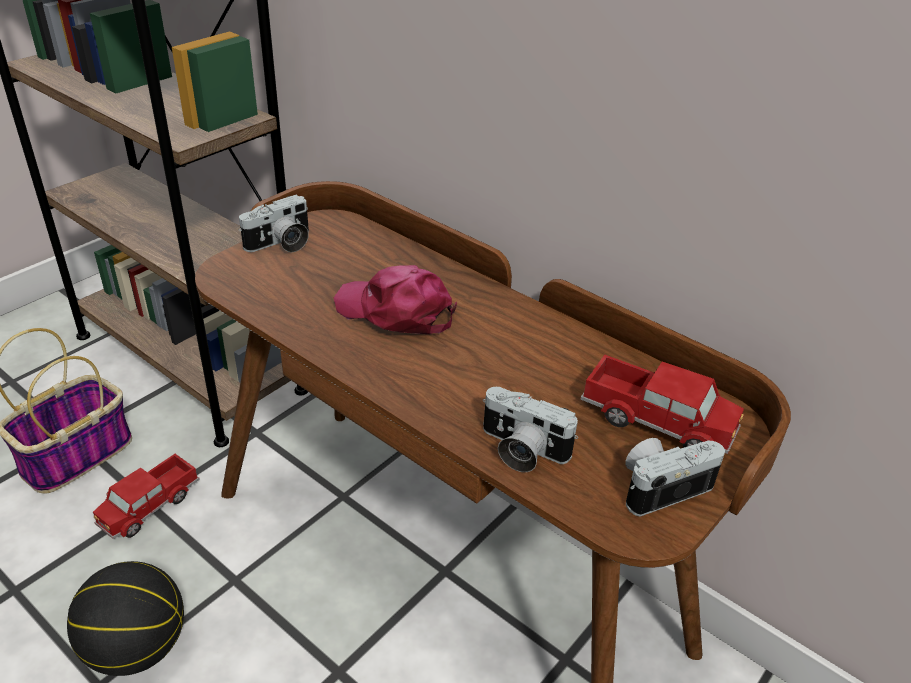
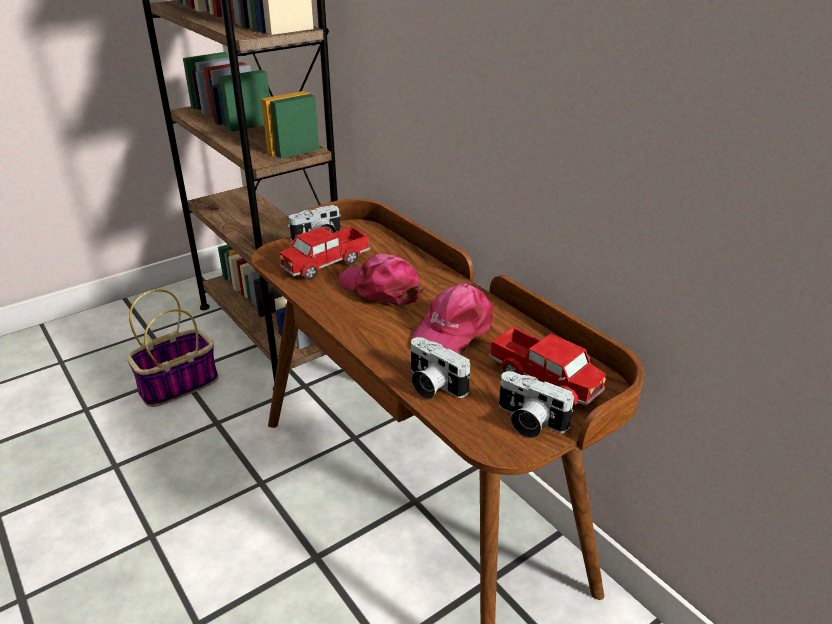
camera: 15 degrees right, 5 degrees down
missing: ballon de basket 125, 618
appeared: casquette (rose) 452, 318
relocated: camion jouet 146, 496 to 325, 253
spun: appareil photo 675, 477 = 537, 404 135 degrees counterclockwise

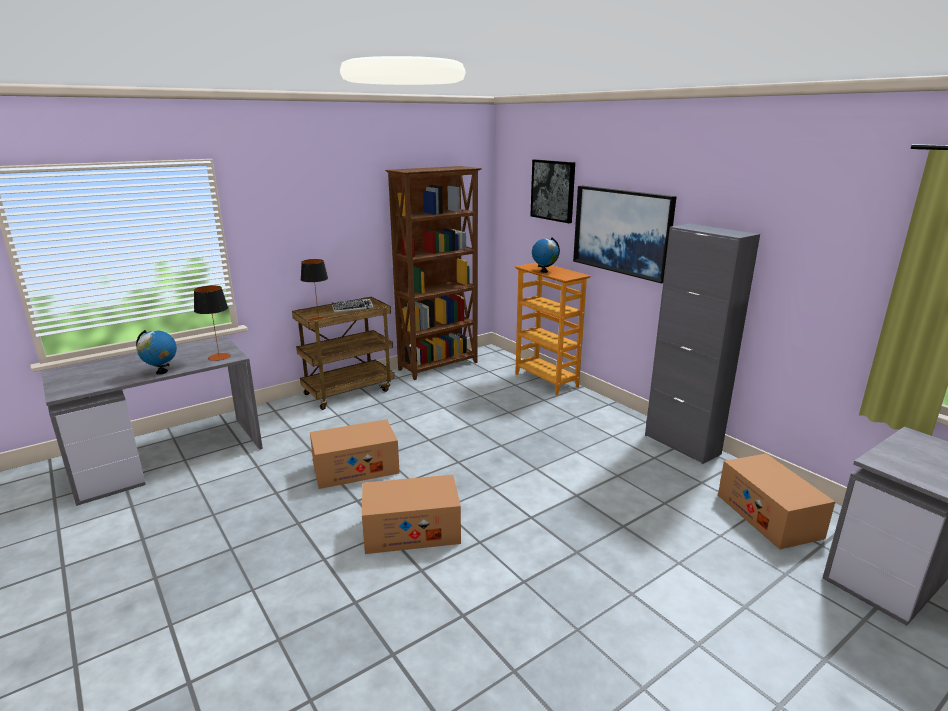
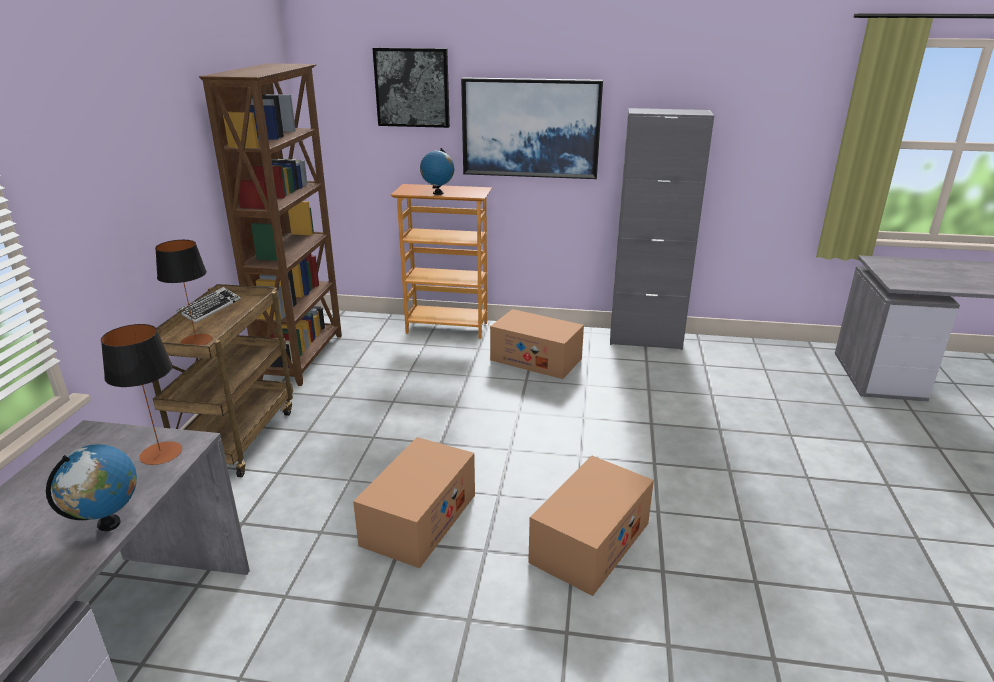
camera: 45 degrees left, 5 degrees up
relocated: carton 776, 502 to 537, 344

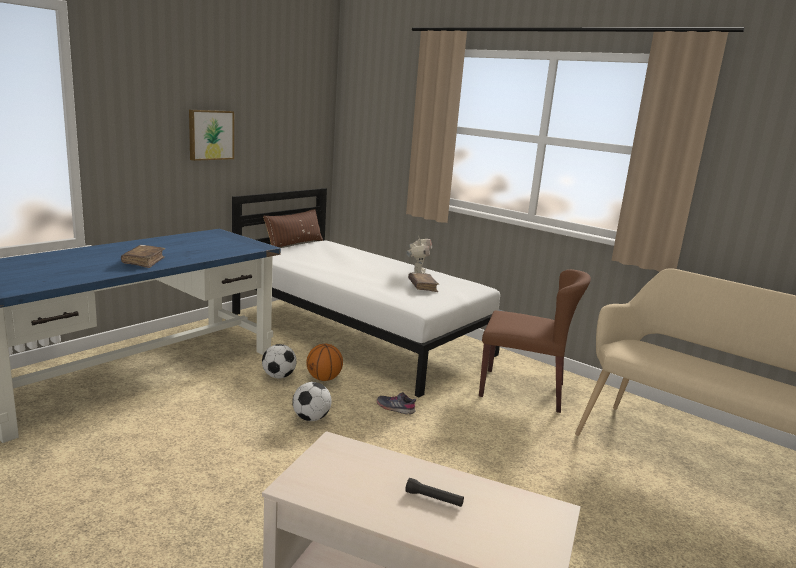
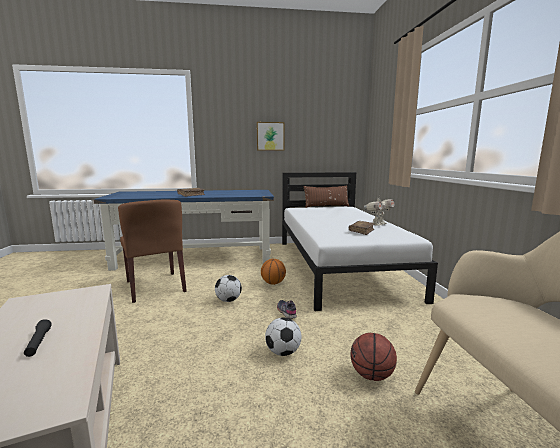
camera: 45 degrees right, 5 degrees down
appeared: ballon de basket 374, 357
relocated: chaise (marron) 535, 341 to 152, 251; ballon de foot 279, 361 to 283, 336

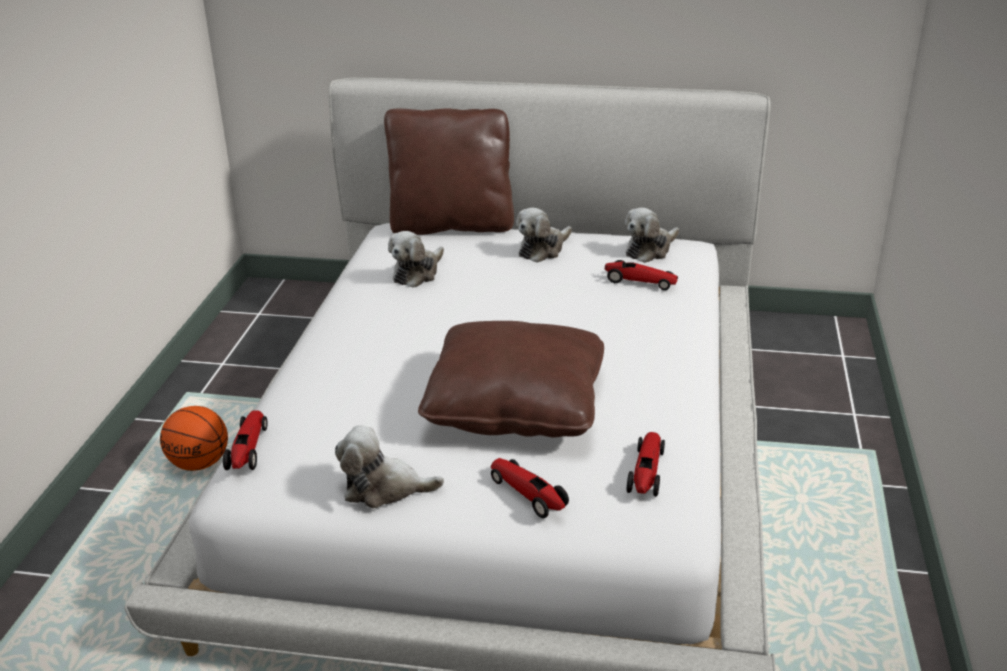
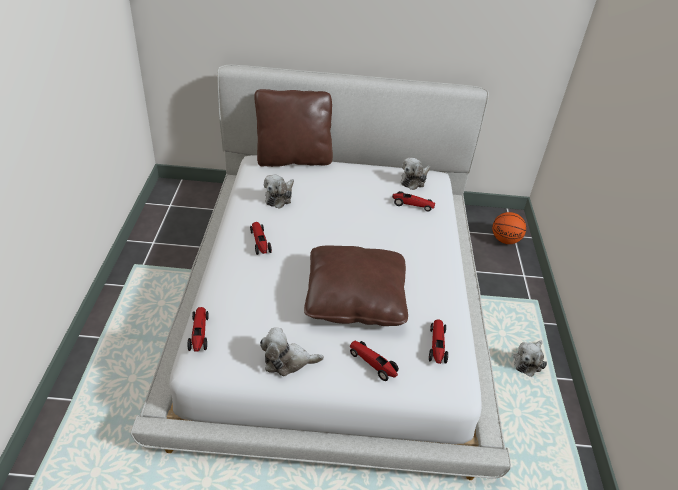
camera: 10 degrees left, 10 degrees up
appeared: petite voiture 261, 238
relocated: ballon de basket 194, 438 to 509, 228; peluche 544, 235 to 530, 359

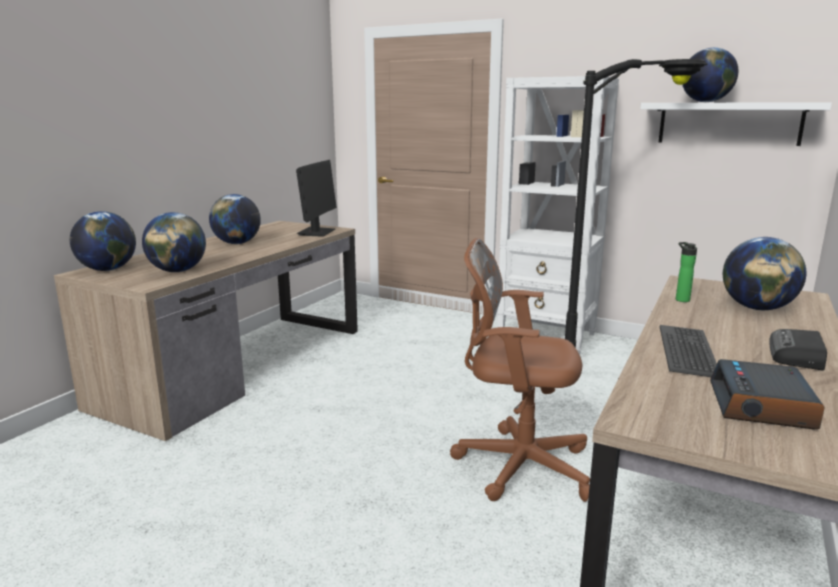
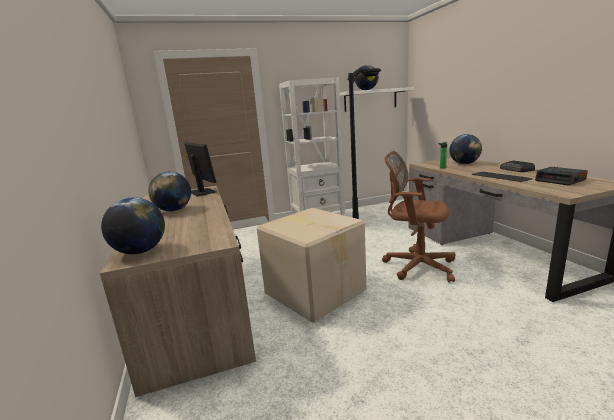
camera: 45 degrees left, 0 degrees up
missing: globe 174, 242
appeared: carton 312, 265
spun: chaise de bureau (marron) 520, 370 = 419, 216 60 degrees clockwise

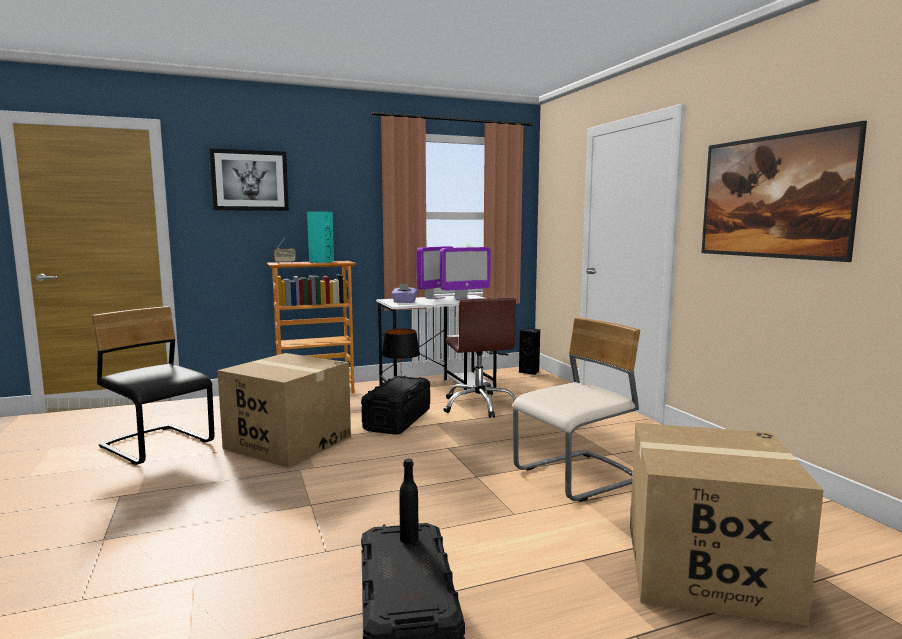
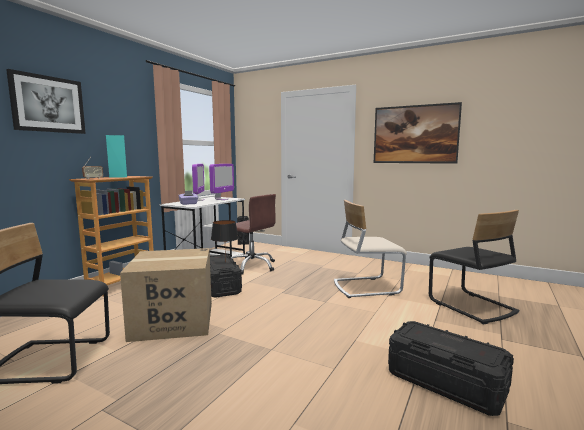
camera: 40 degrees left, 0 degrees up
missing: bouteille (noir) 409, 501
exchanged: carton 727, 524 to chaise (noir) 474, 267
spun: chaise (beige) 576, 409 = 370, 249 120 degrees counterclockwise

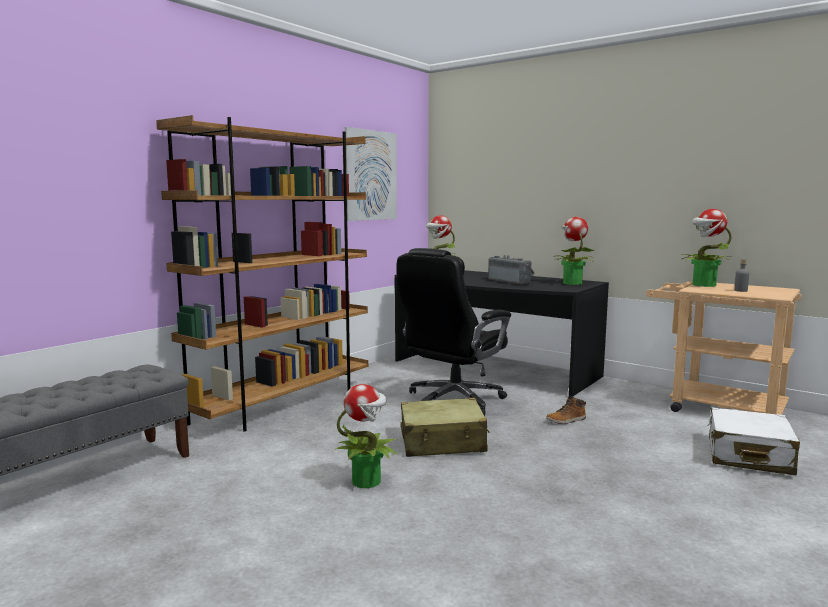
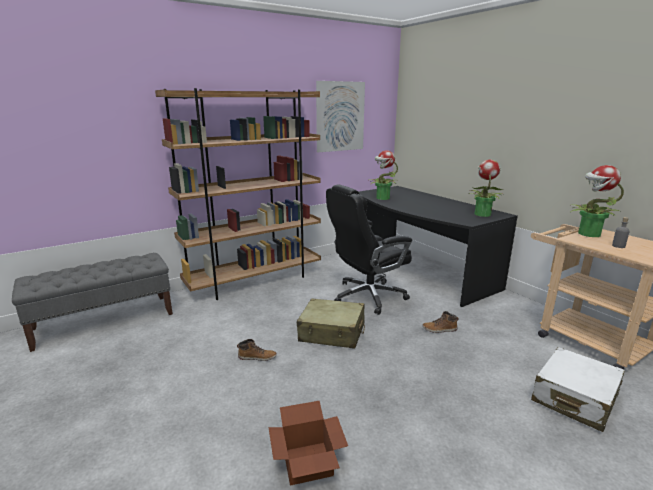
camera: 20 degrees right, 10 degrees up
missing: radio 511, 270
appeared: carton 308, 443
exchanged: plante en pot 366, 436 to botte 257, 350

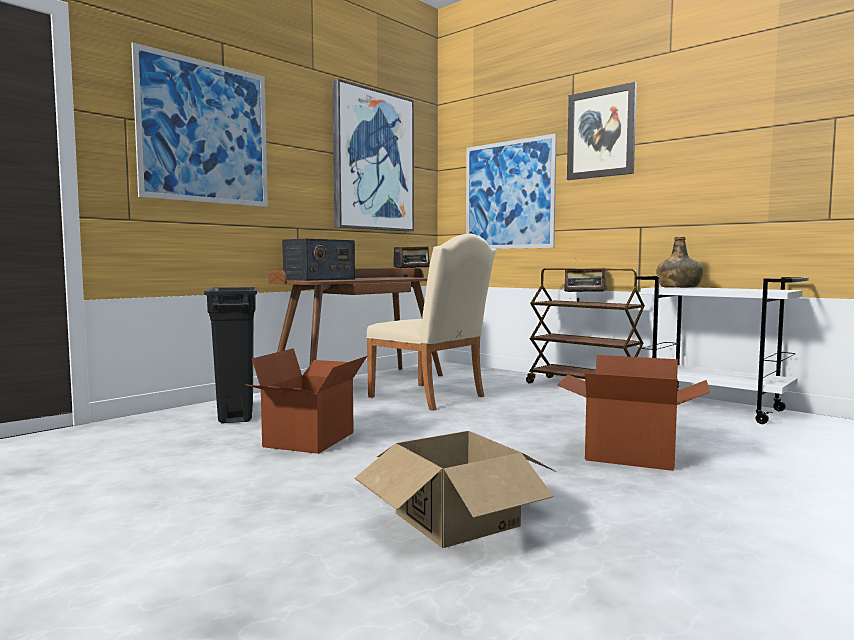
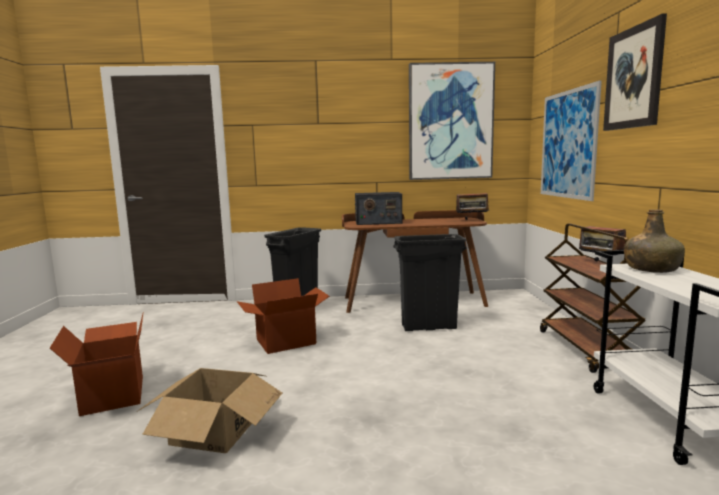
camera: 45 degrees right, 5 degrees up
missing: tableau 199, 124
relocated: carton 633, 413 to 96, 365
exchanged: chaise (beige) 431, 322 to poubelle (noir) 430, 282

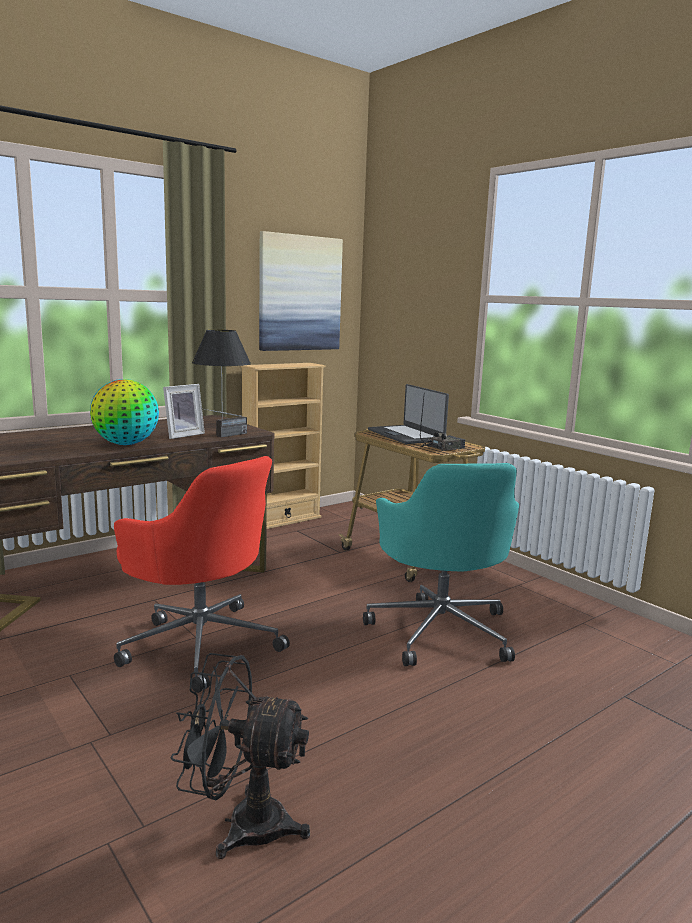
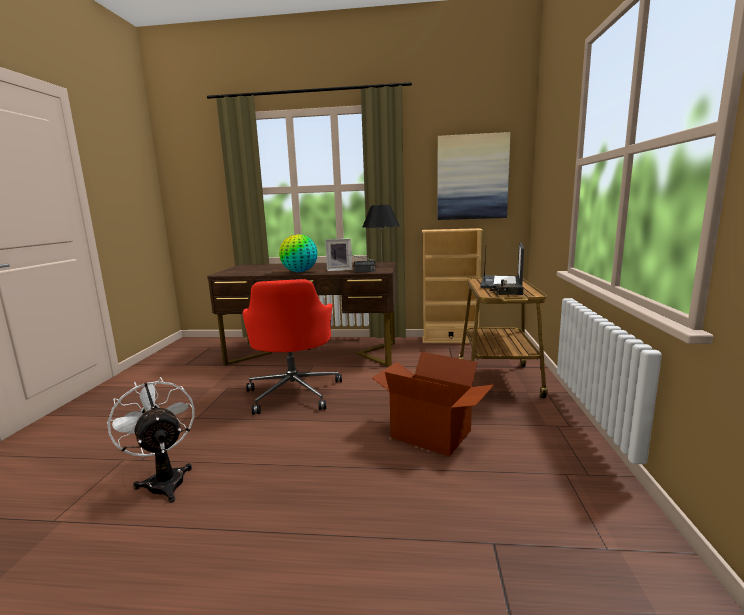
camera: 45 degrees right, 0 degrees up
exchanged: chaise de bureau (turquoise) 441, 564 to carton 433, 404
colour: ventilateur (noir) 240, 756 to ventilateur (blanc) 150, 440

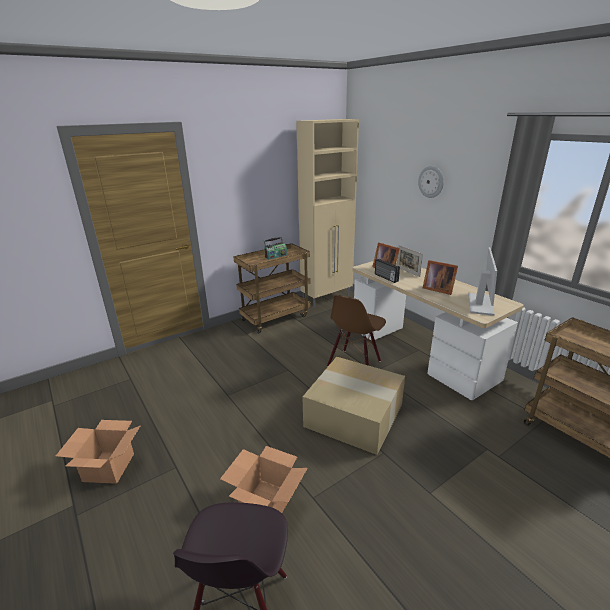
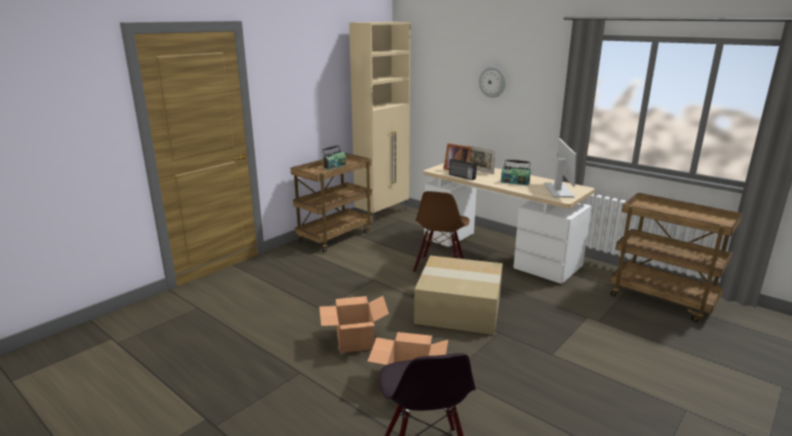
camera: 15 degrees left, 5 degrees down
relocated: carton 98, 452 to 354, 324
exchanged: cadre photo 440, 277 to radio 516, 172

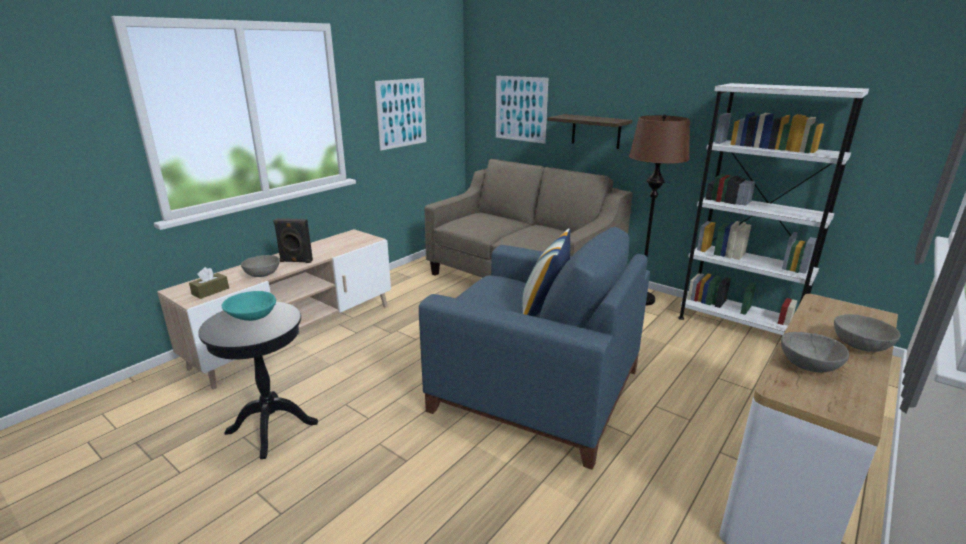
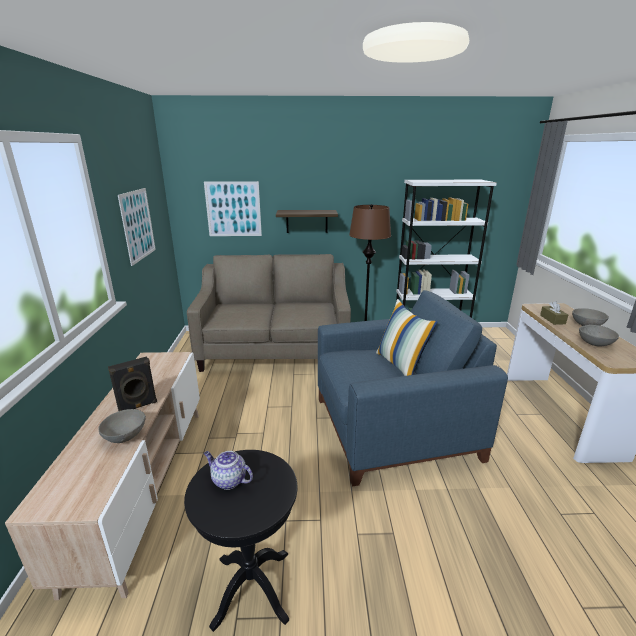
camera: 40 degrees left, 0 degrees up
relocated: boîte à mouchoirs (marron) 209, 283 to 554, 313
exchanged: bol (turquoise) 249, 306 to théière 228, 470

